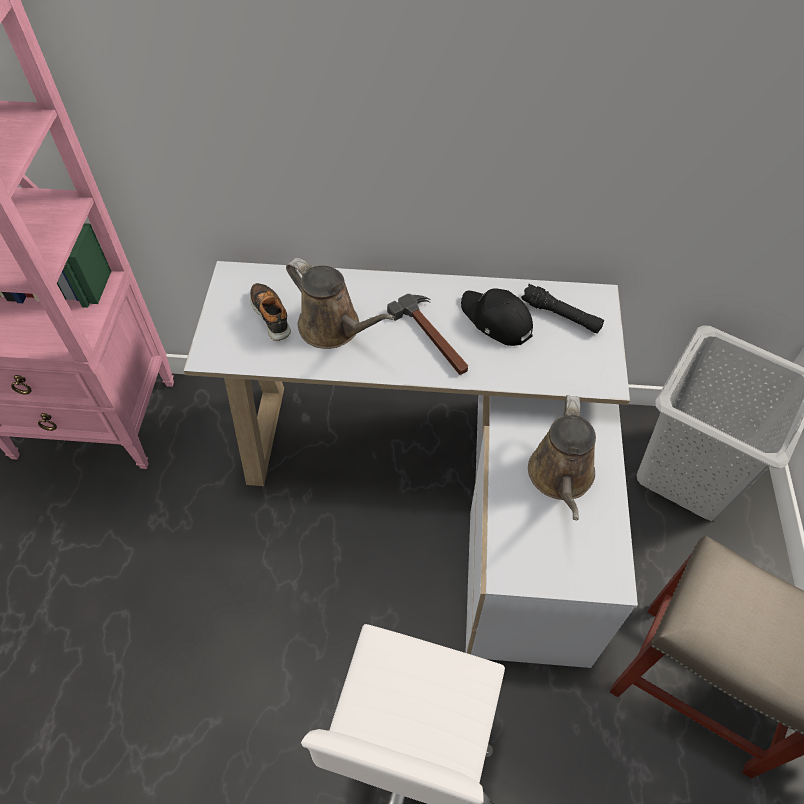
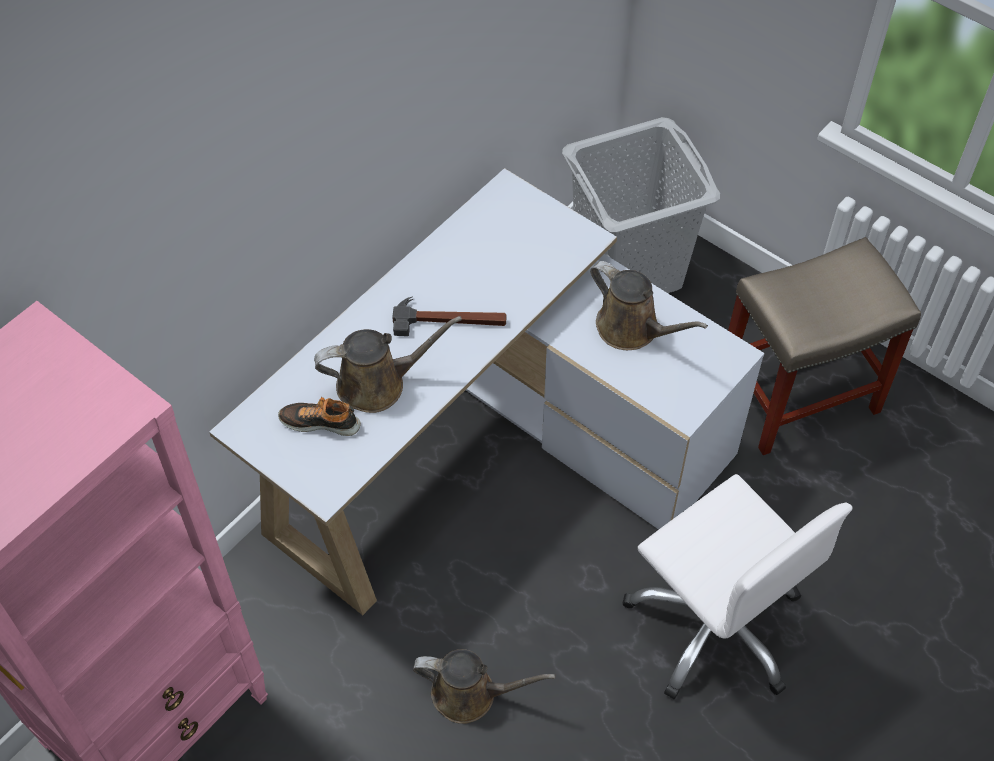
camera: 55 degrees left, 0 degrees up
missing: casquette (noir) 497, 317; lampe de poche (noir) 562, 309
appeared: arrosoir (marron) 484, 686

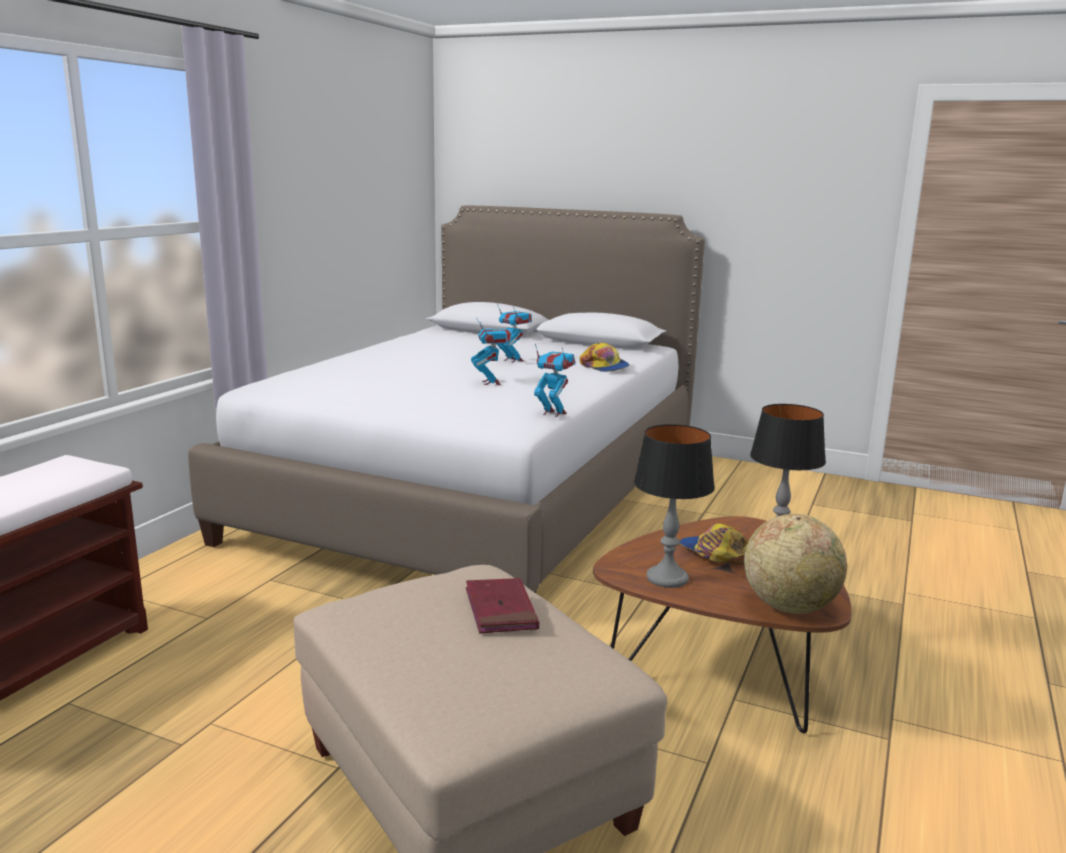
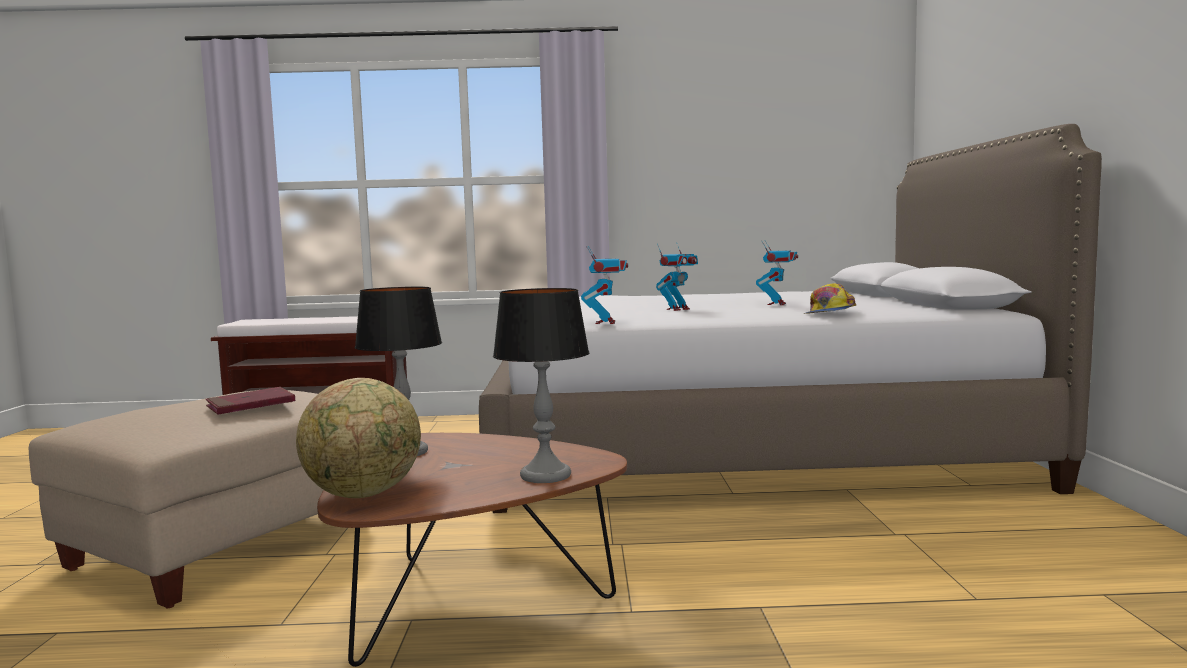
camera: 65 degrees right, 10 degrees down
missing: casquette 713, 544

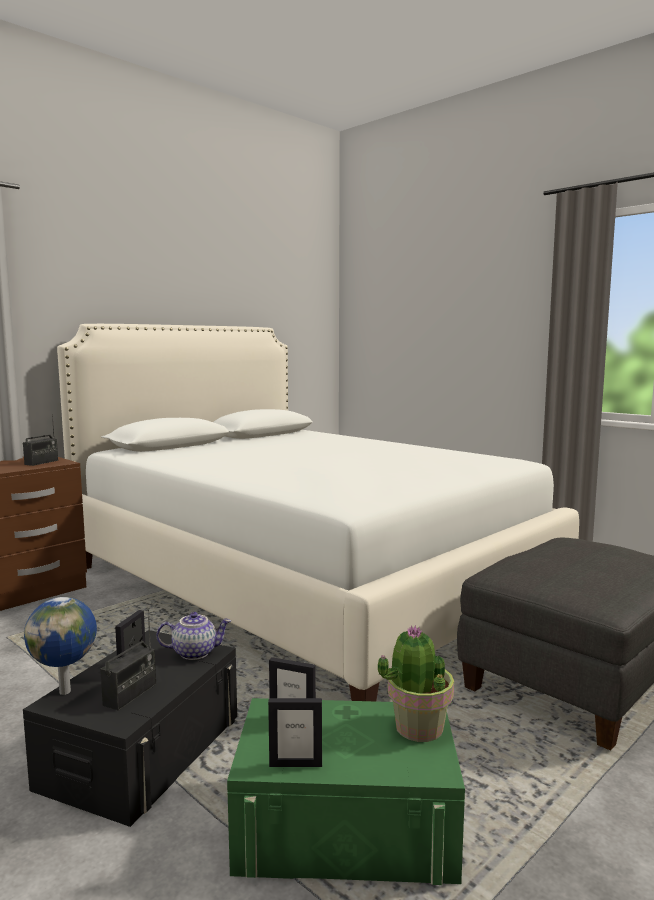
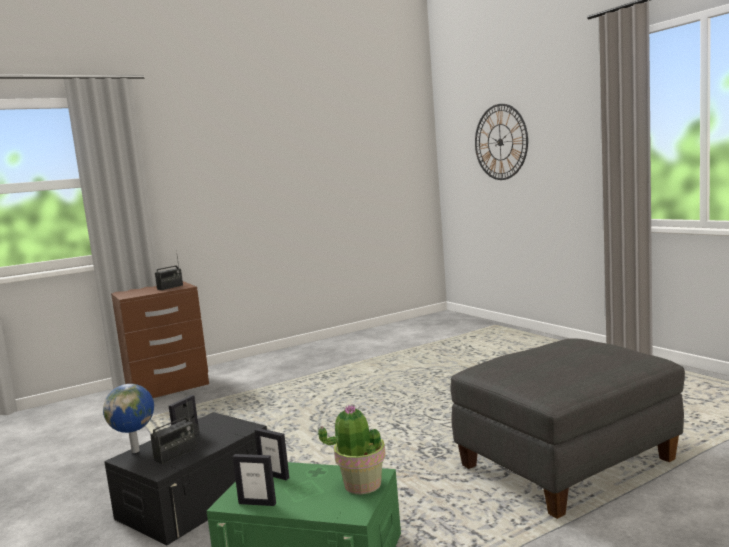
camera: 15 degrees right, 0 degrees up
missing: lit (blanc) 318, 512; théière 193, 636
appeared: horloge murale 501, 142

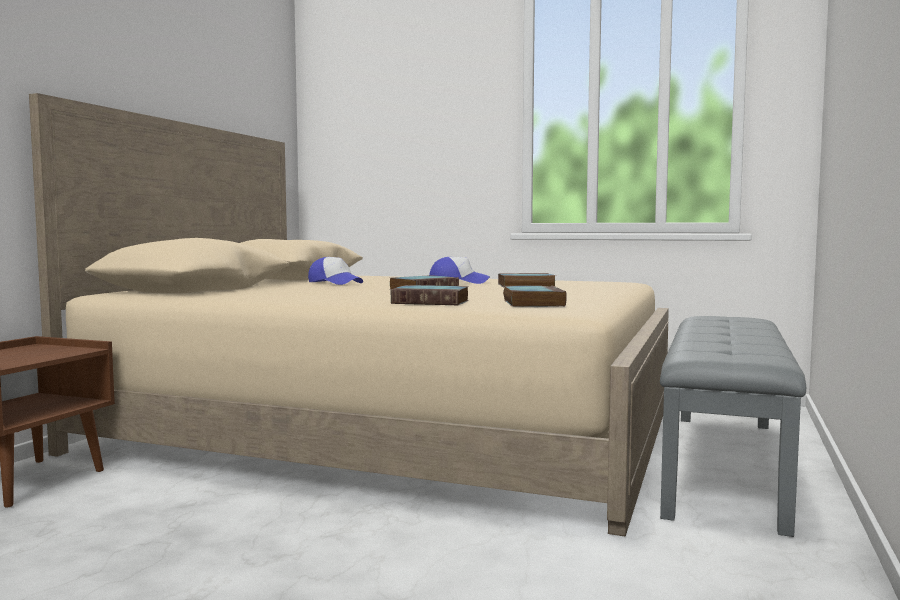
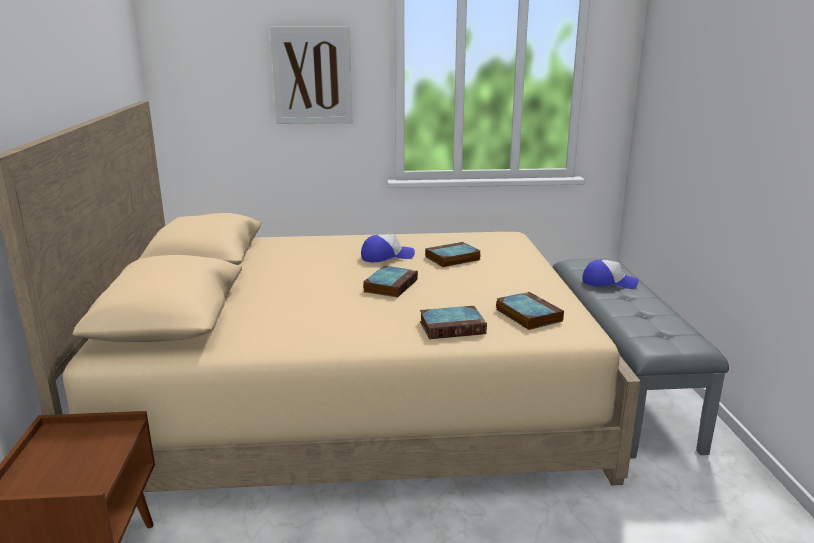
camera: 25 degrees left, 15 degrees up
appeared: tableau 311, 75
relocated: casquette 335, 271 to 611, 274

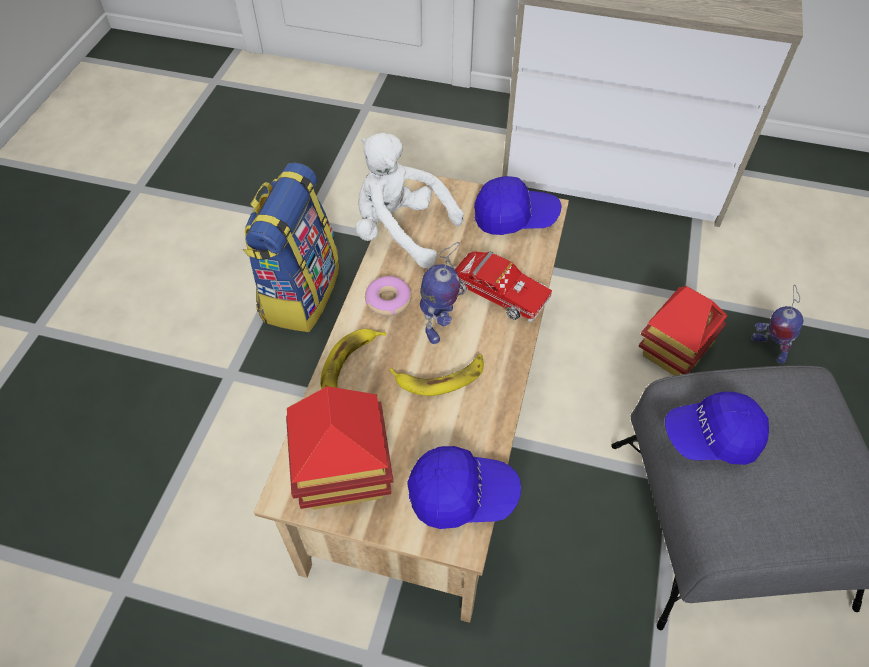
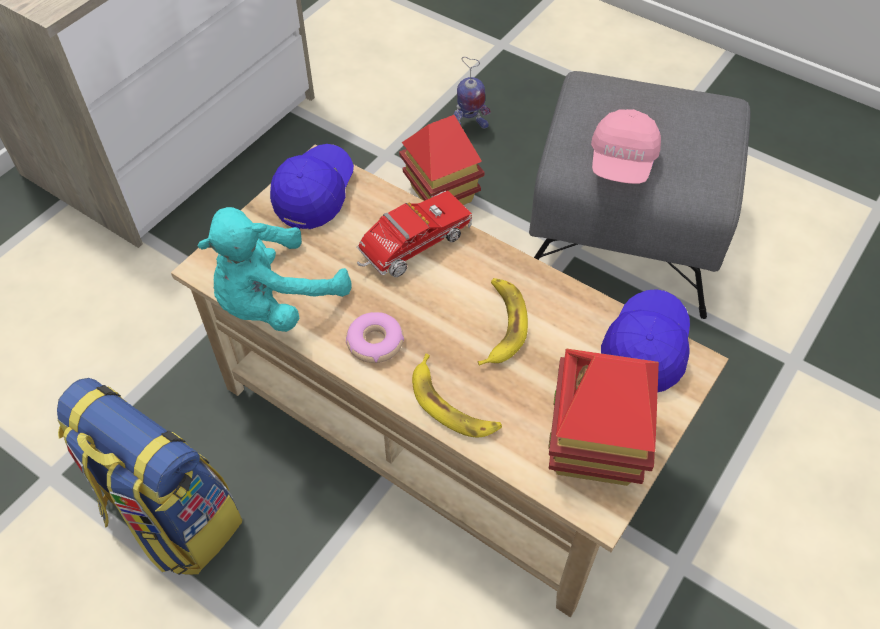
camera: 70 degrees left, 0 degrees up
missing: robot jouet 440, 293
colour: peluche (blanc) 409, 200 to peluche (turquoise) 275, 269; casquette (bleu) 717, 428 to casquette (rose) 626, 146

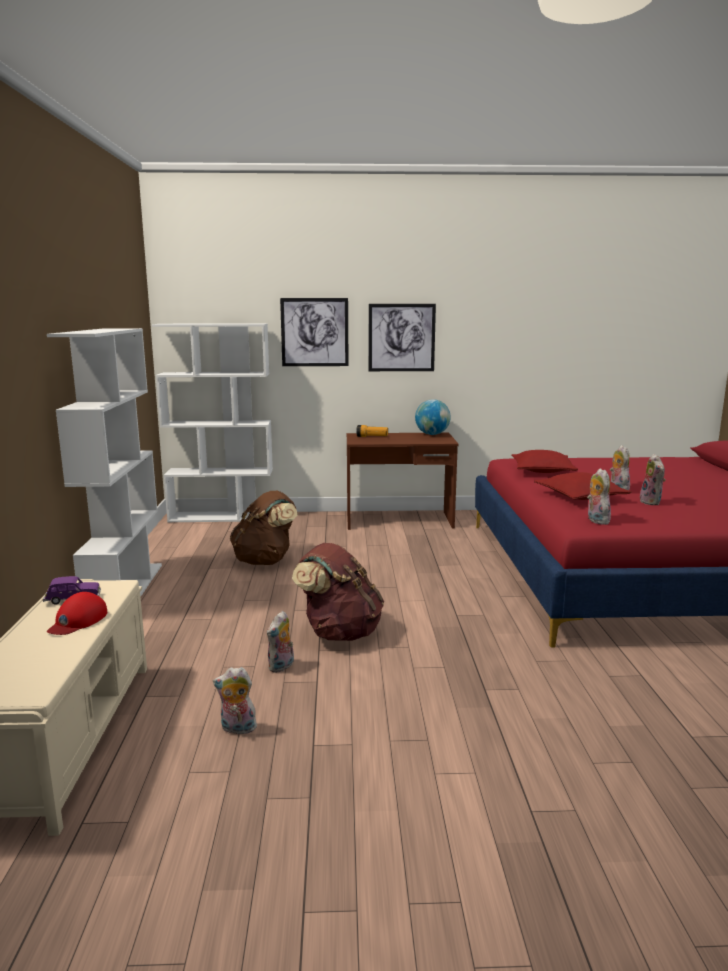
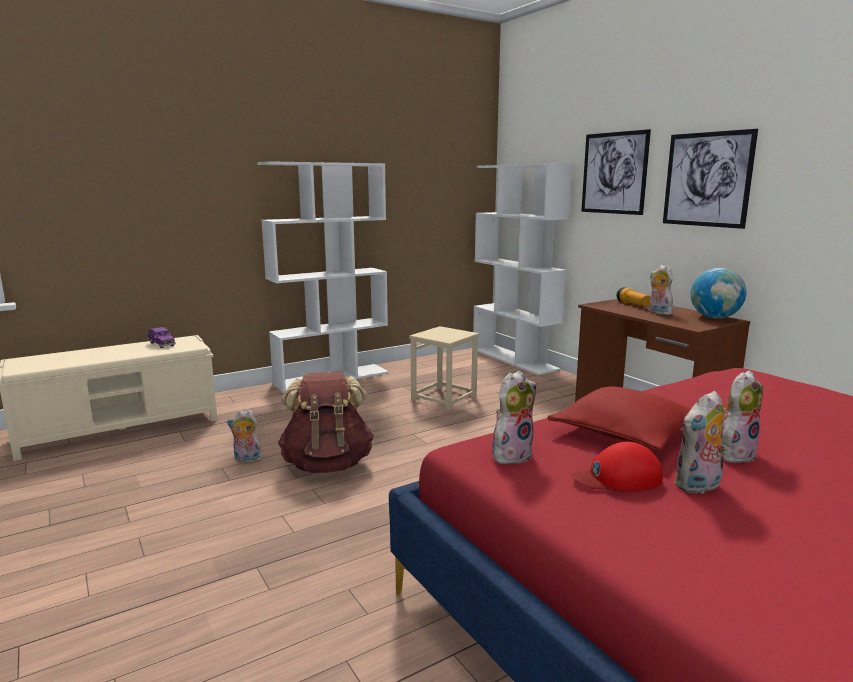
camera: 60 degrees right, 0 degrees up
missing: coussin (rouge) 544, 461
relocated: casquette (rouge) 77, 613 to 617, 467; peluche 235, 700 to 662, 290
exchanged: sac à dos (marron) 264, 528 to tabouret (beige) 444, 368

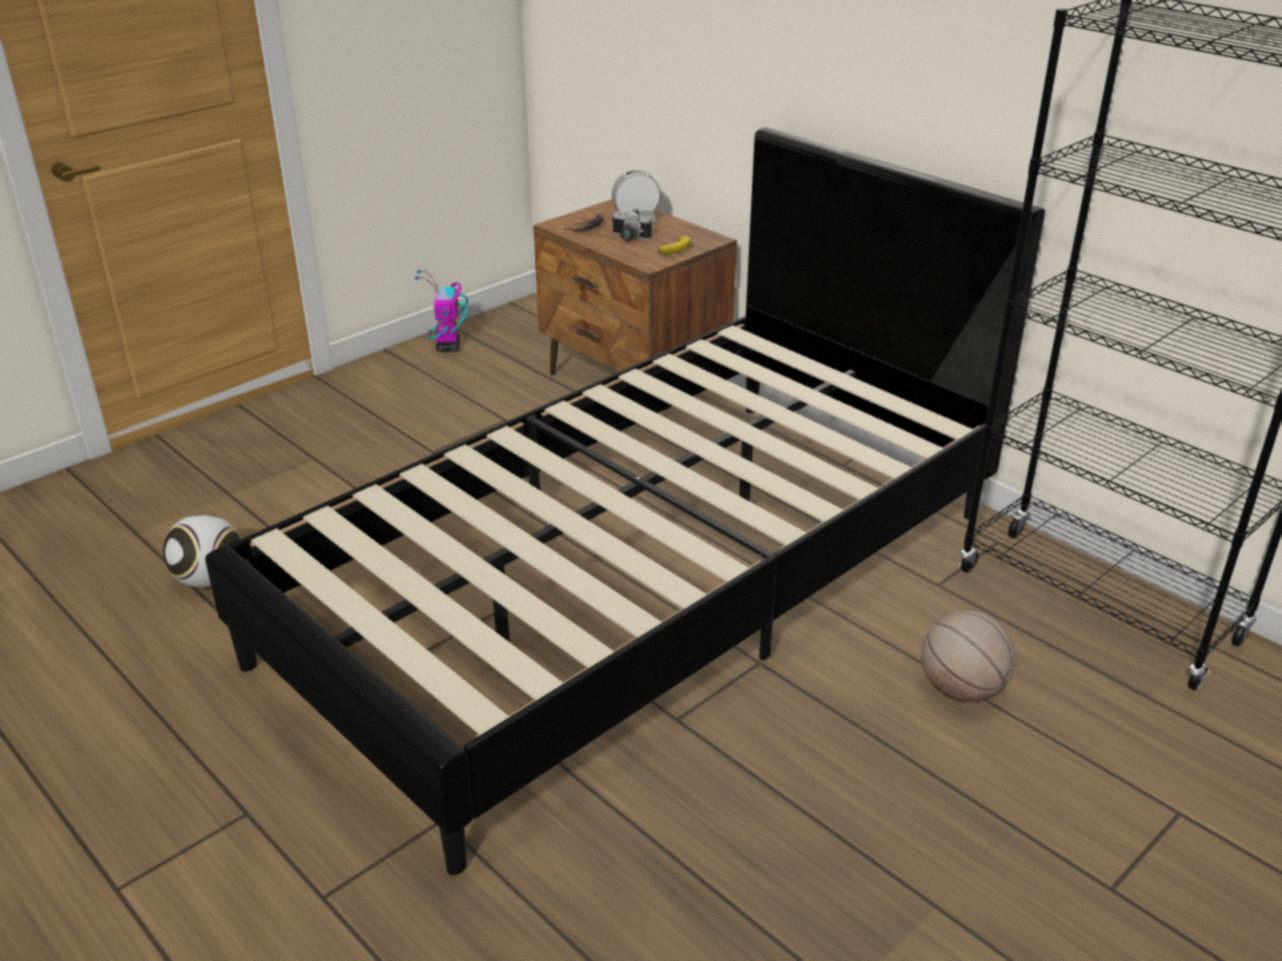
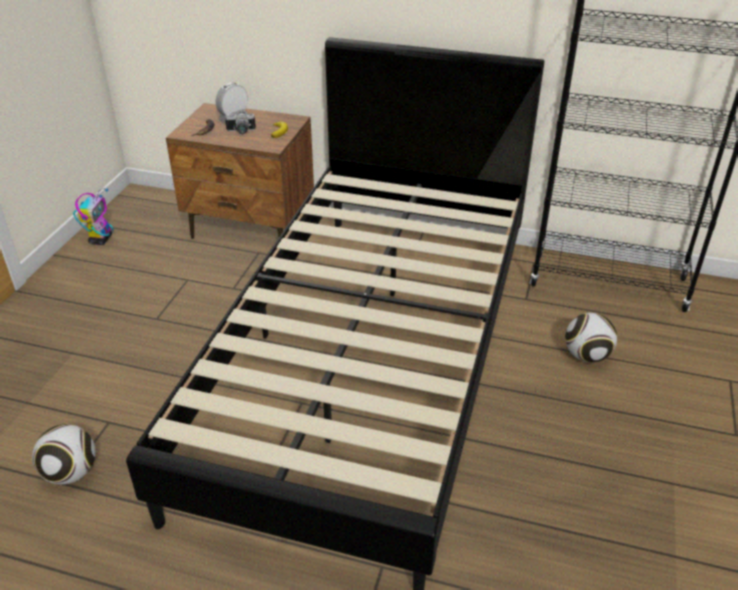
camera: 30 degrees left, 5 degrees up
exchanged: ballon de basket 968, 656 to ballon de foot 591, 338
spun: robot jouet 441, 311 = 93, 217 135 degrees counterclockwise

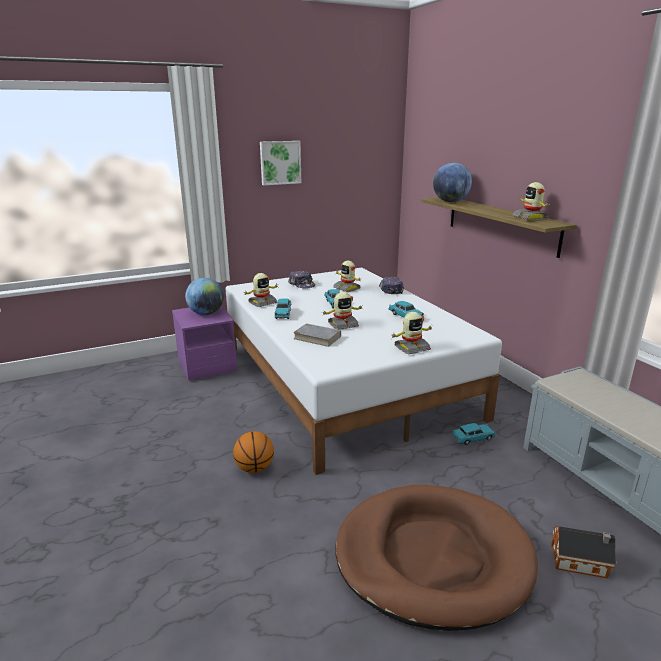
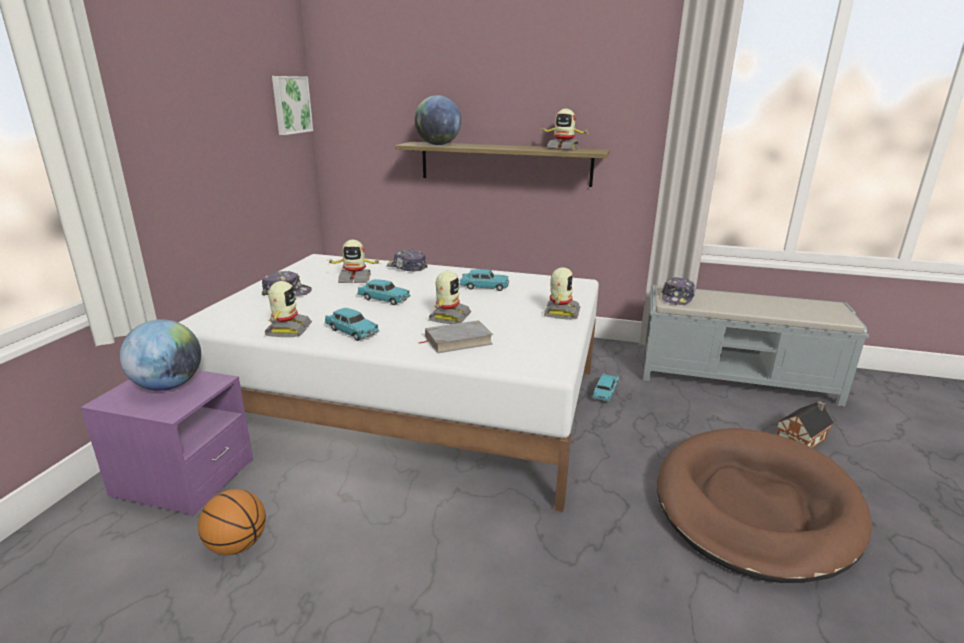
camera: 50 degrees left, 0 degrees up
appeared: casquette 679, 291
relocated: ballon de basket 253, 452 to 232, 522; tableau 280, 163 to 292, 105

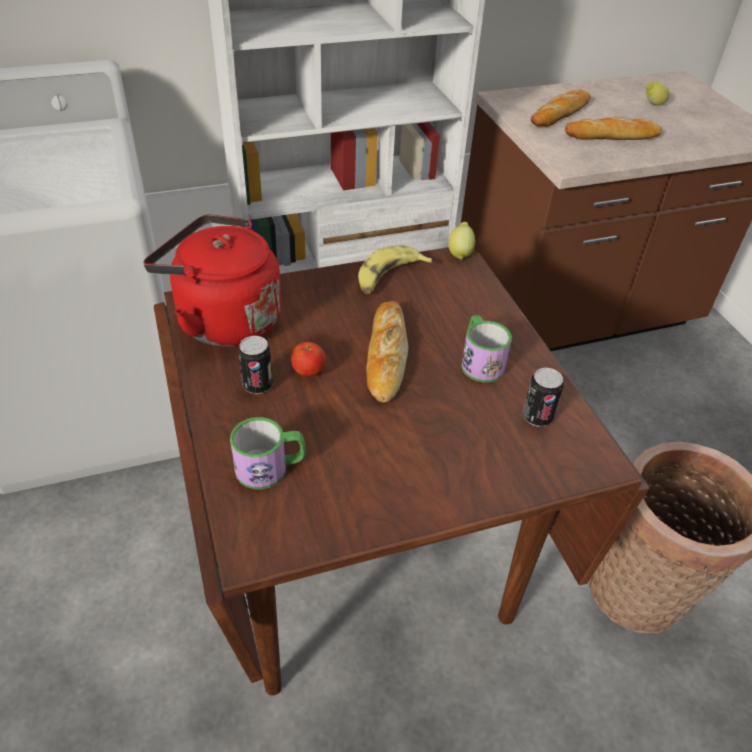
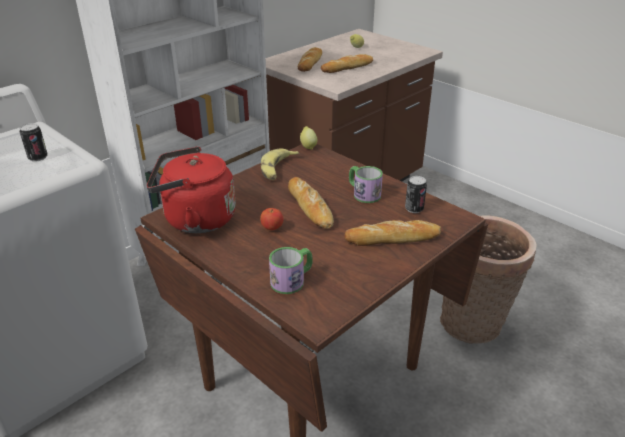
camera: 25 degrees left, 10 degrees down
appeared: pain 392, 233
relocated: boîte métallique 255, 365 to 34, 142

